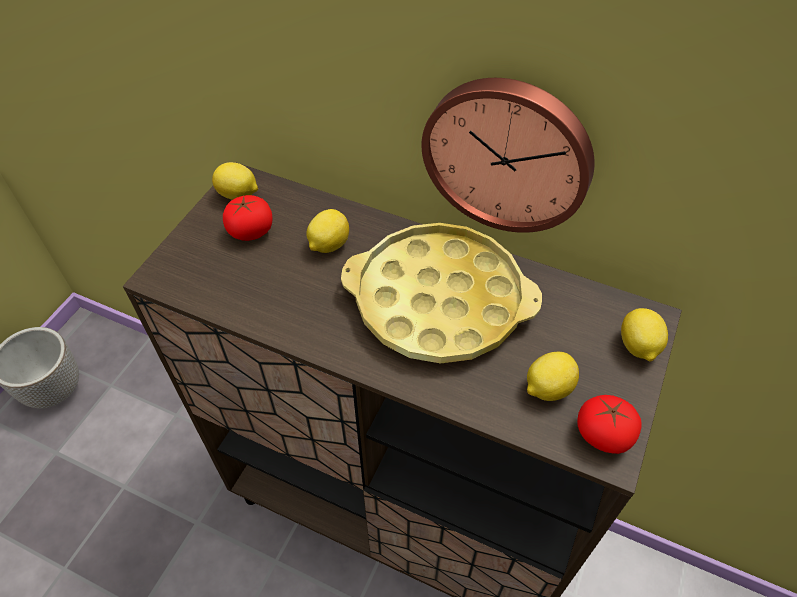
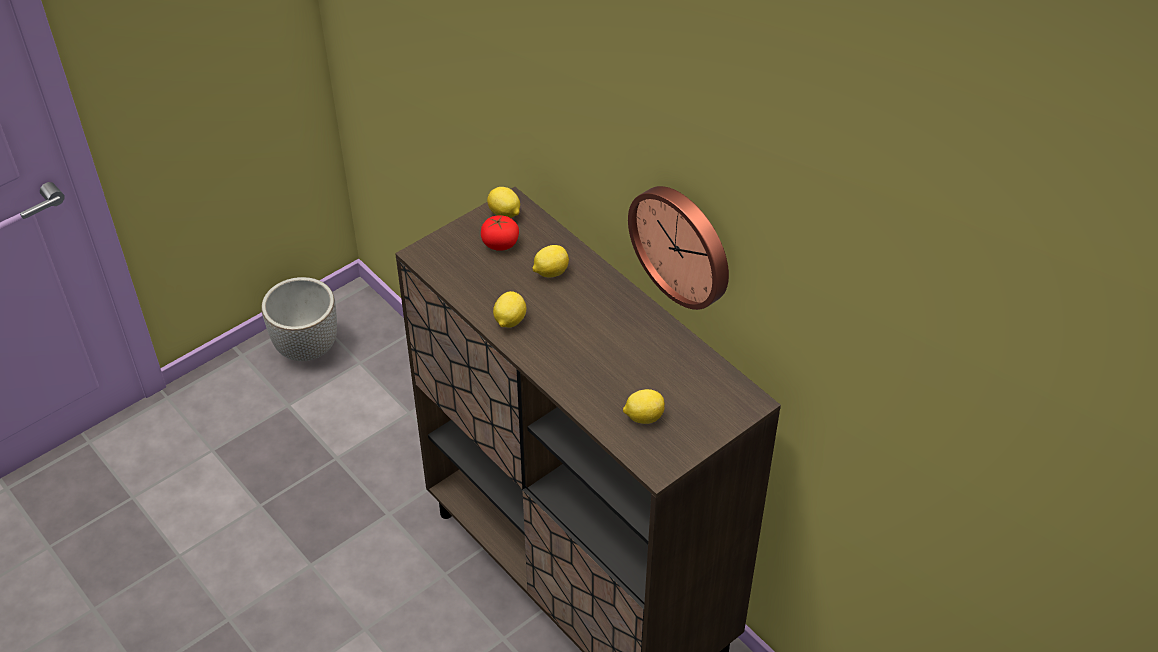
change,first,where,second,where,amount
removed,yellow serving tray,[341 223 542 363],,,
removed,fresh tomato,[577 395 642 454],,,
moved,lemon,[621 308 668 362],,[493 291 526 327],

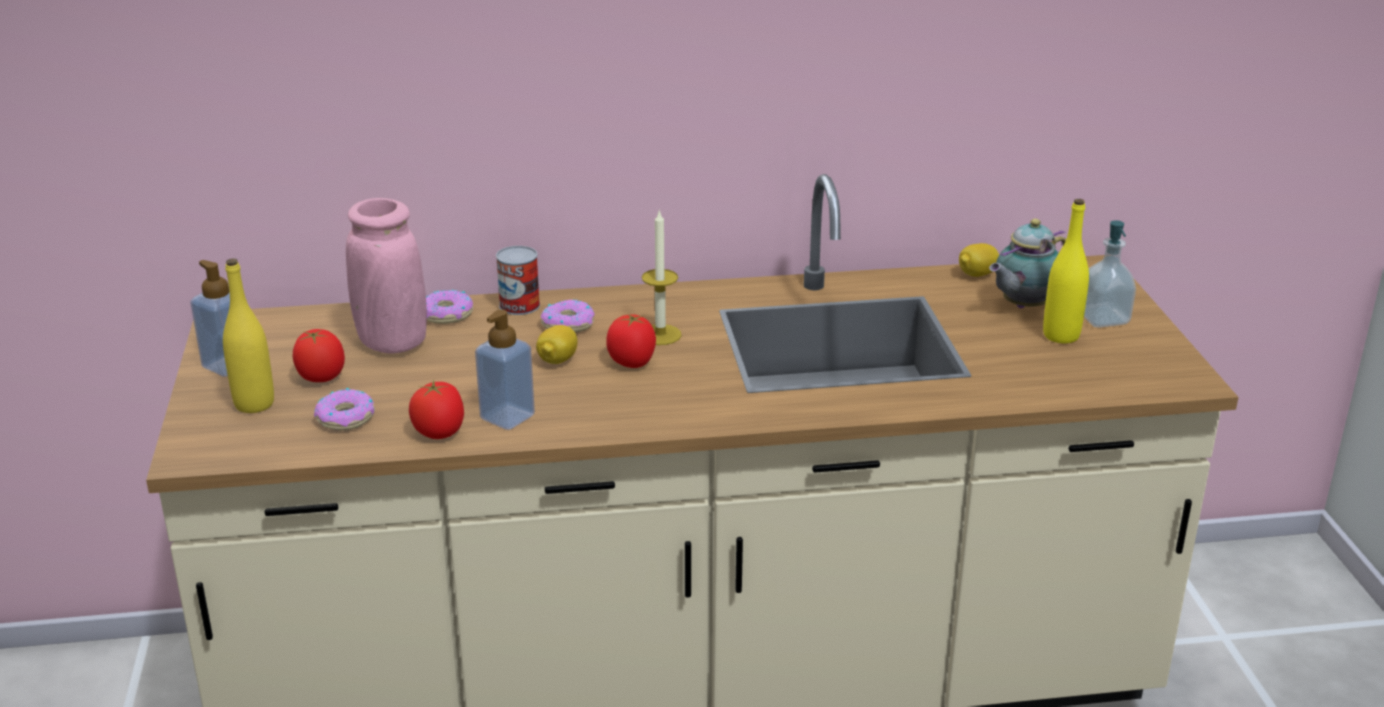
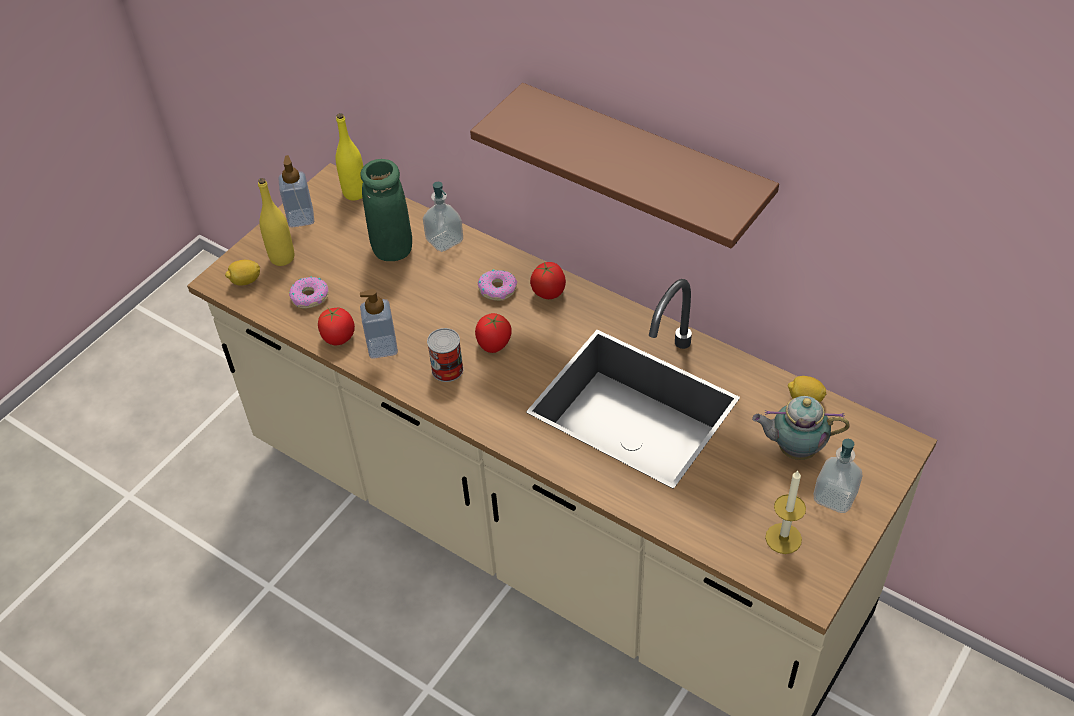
change,first,where,second,where,amount
moved,fresh tomato,[293 329 345 382],,[530 262 566 299],
recoloured,pink-coloured decorative vase,[346 198 427 353],greenish decorative vase,[360 159 412 261],
replaced,donut,[426 289 473 324],soap bottle,[423 182 463 252],
moved,can,[496 246 540 315],,[427 328 464 382],
moved,lemon,[536 325 578 364],,[225 260 260 286],
moved,candle,[642 209 682 345],,[765 471 806 554],
moved,yellow beverage bottle,[1043 199 1089 343],,[336 113 363 201],
added,,,brownish bracket shelf,[470 83 779 249],

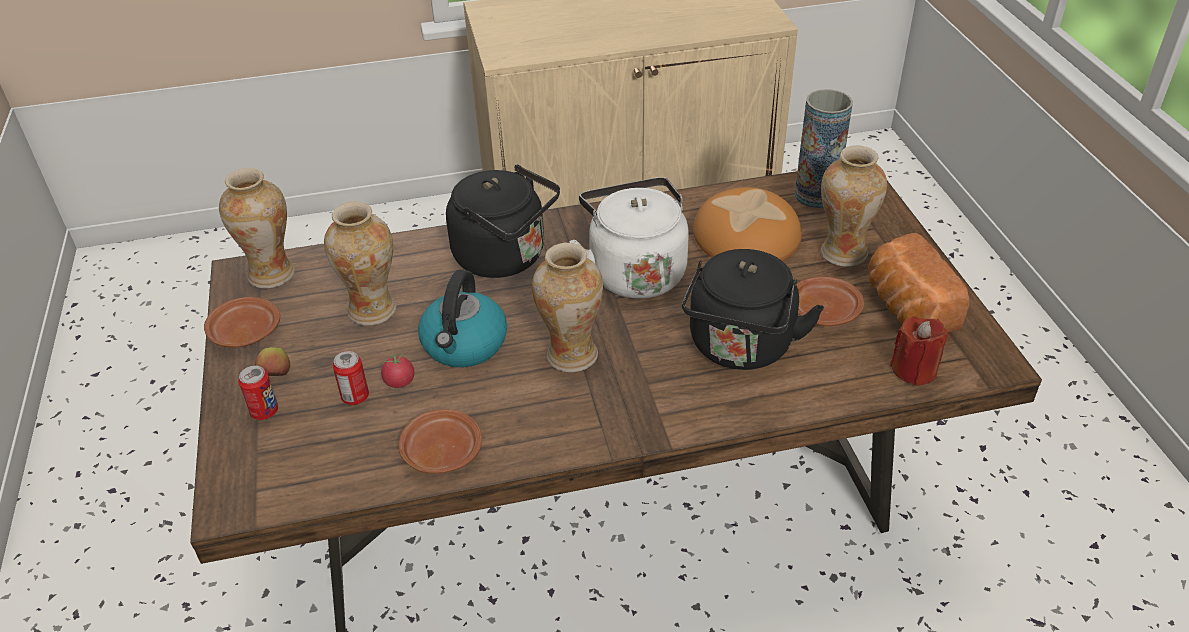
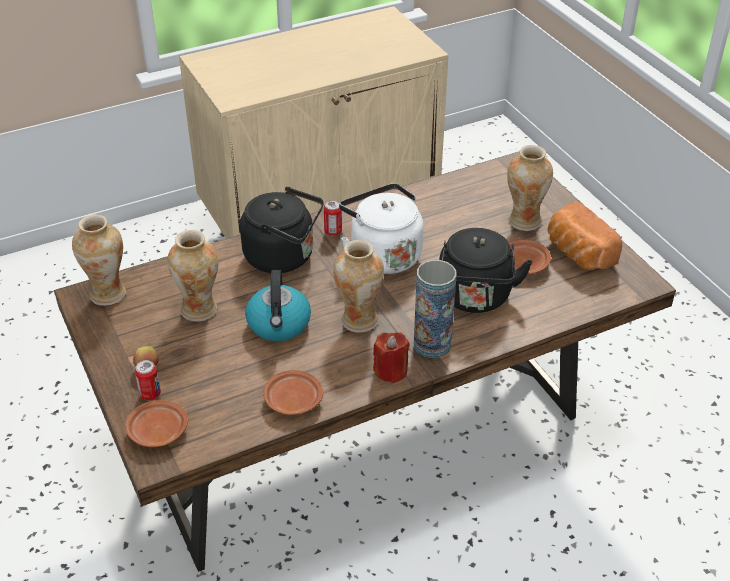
change,first,where,second,where,amount
moved,brownish plate,[204 297 280 348],,[125 400 188 447],
moved,can,[333 351 369 405],,[324 200 342 236],
removed,fresh tomato,[381 353 414 388],,,
removed,bakery bread,[693 187 802 261],,,
moved,decorative vase,[795 89 853 208],,[414 260 457 358],
moved,red-coloured candle,[890 316 949 386],,[373 332 410 383],

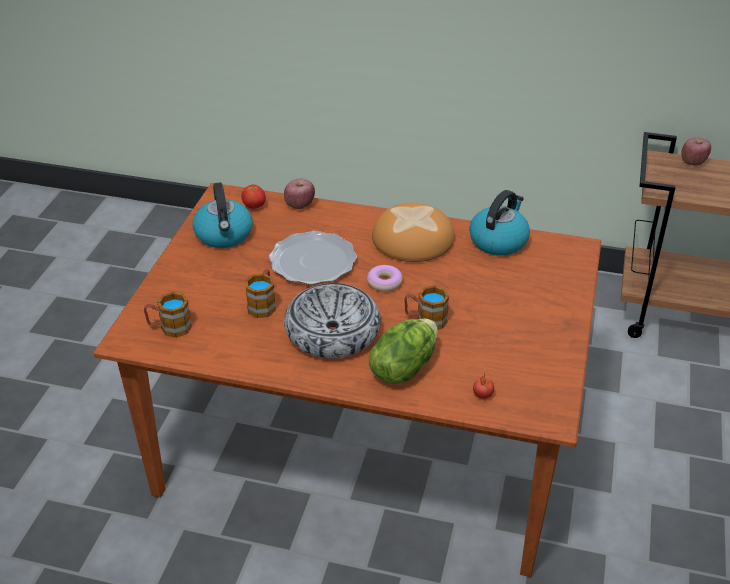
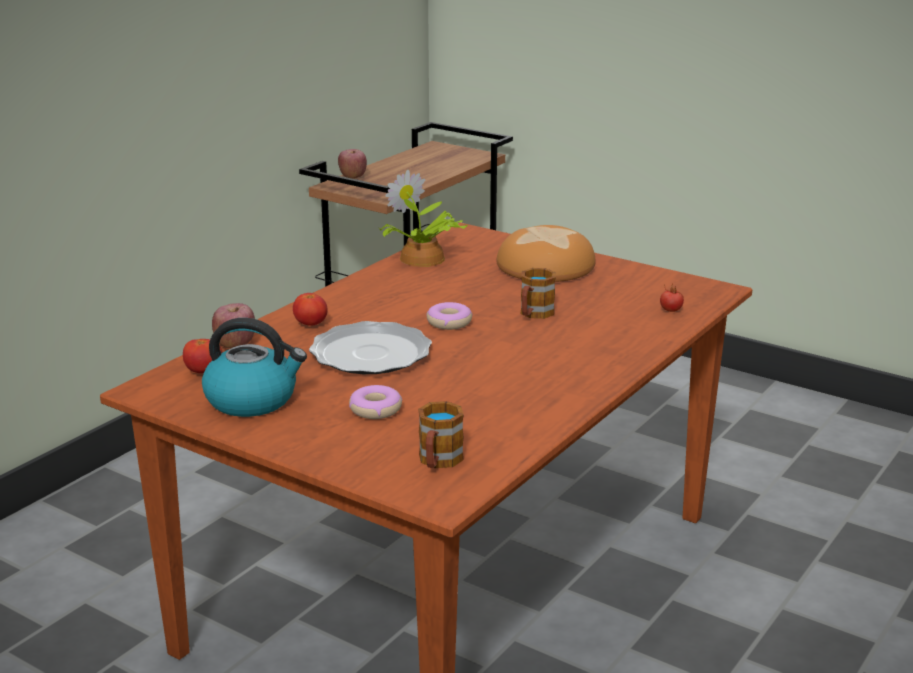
change,first,where,second,where,amount
removed,tea mug,[245 269 276 318],,,
removed,bowl,[284 283 381 358],,,
removed,lettuce head,[369 319 438 384],,,
moved,bakery bread,[372 203 455 262],,[496 225 596 282],
replaced,tea kettle,[469 190 530 256],houseplant,[379 170 467 267],
added,,,fresh tomato,[293 293 328 326],
added,,,donut,[349 385 402 419],

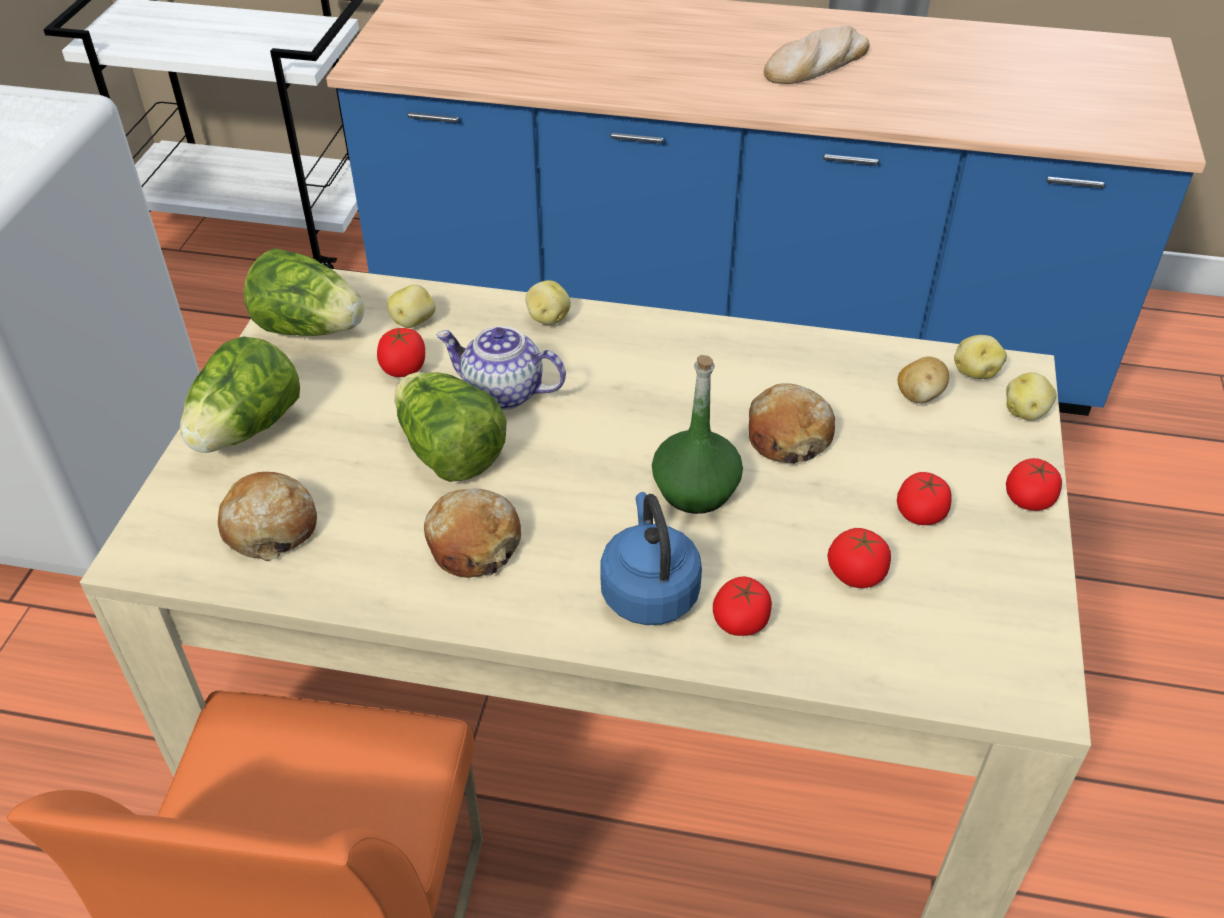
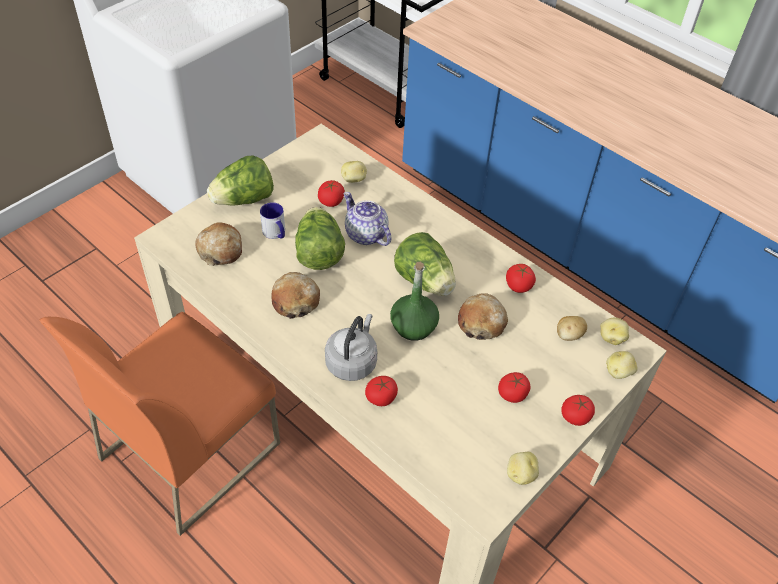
change,first,where,second,where,amount
moved,lettuce head,[244 248 365 336],,[394 232 456 296],
moved,spud,[525 280 571 325],,[507 452 539 485],
recoloured,bluish tea kettle,[600 492 702 625],greyish tea kettle,[325 314 377 381],
removed,bakery bread,[764 25 870 84],,,
moved,fresh tomato,[827 528 891 588],,[506 264 536 293],
added,,,tea mug,[260 202 285 239],

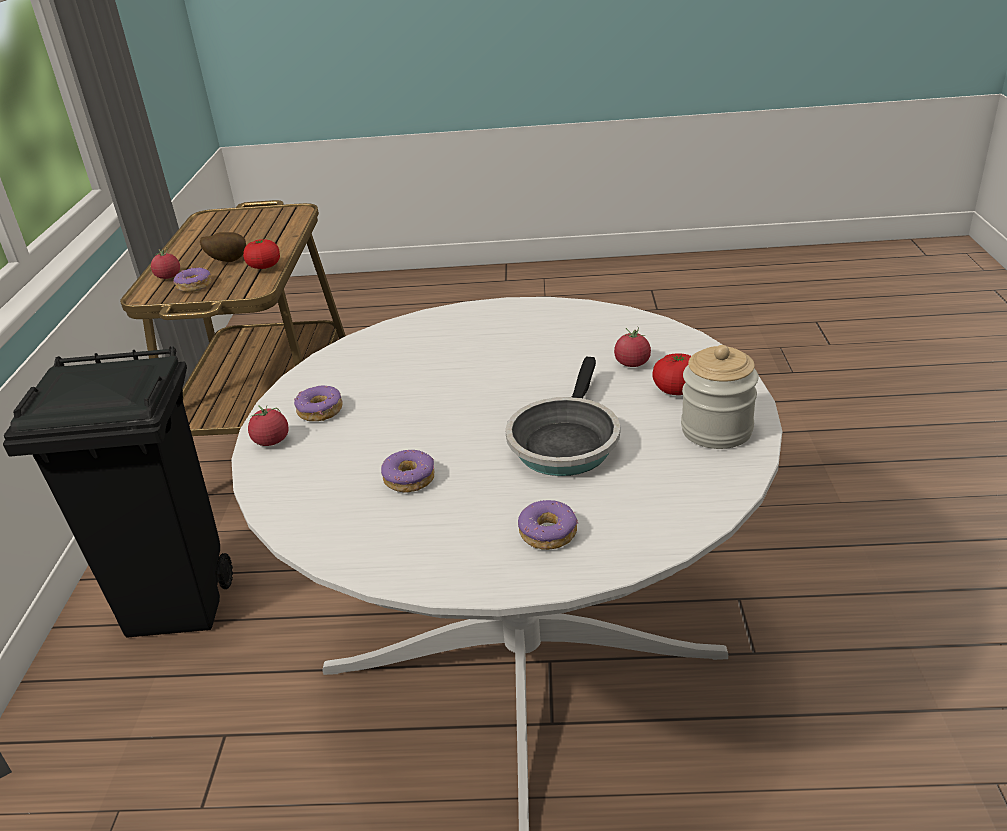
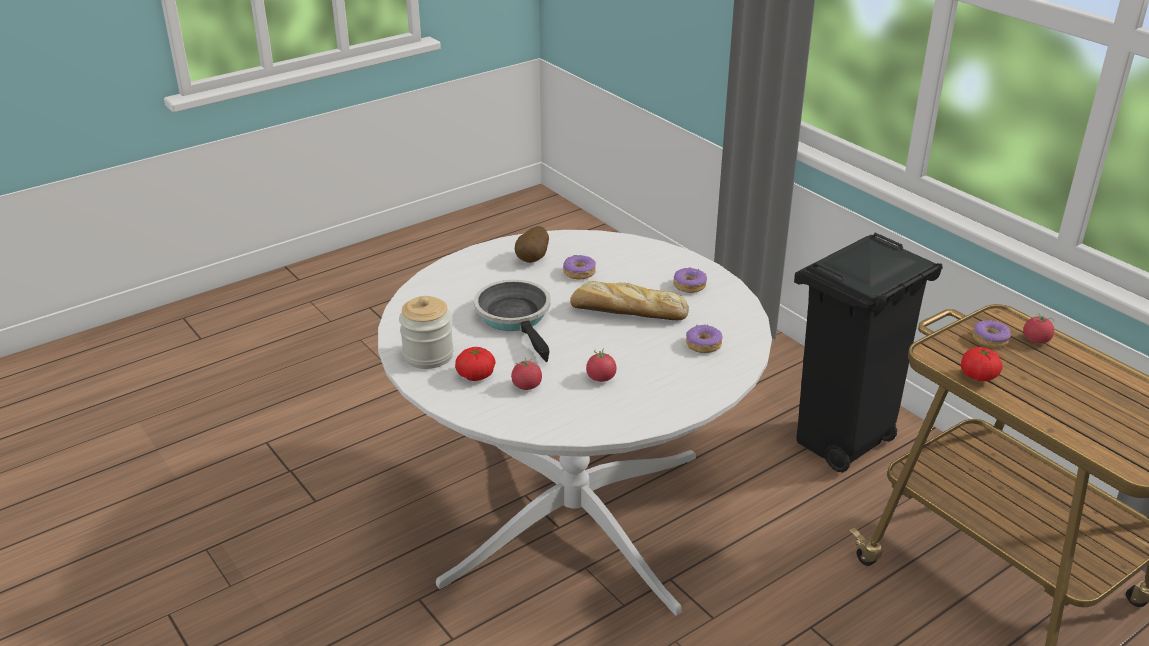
change,first,where,second,where,amount
moved,spud,[200 232 246 262],,[515 226 549 263],
moved,fresh tomato,[248 406 289 446],,[586 348 617 382],
moved,donut,[518 500 578 550],,[686 325 723 353],
added,,,bakery bread,[570 281 689 320],

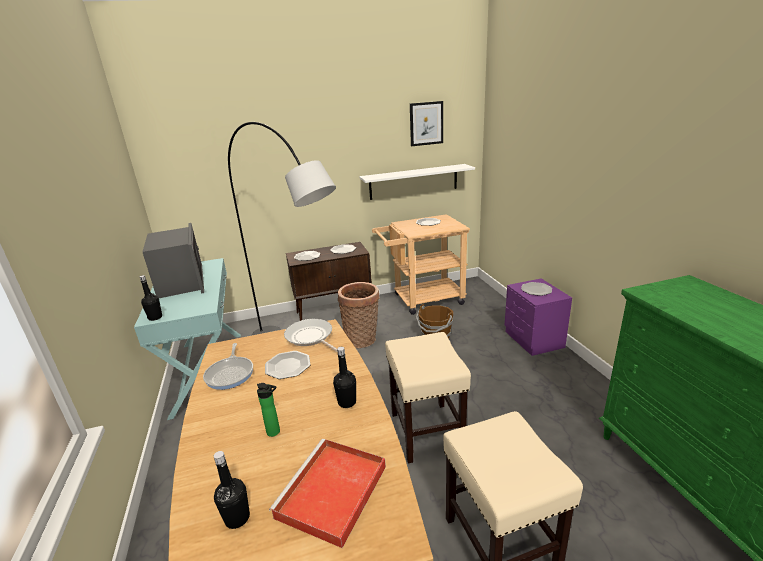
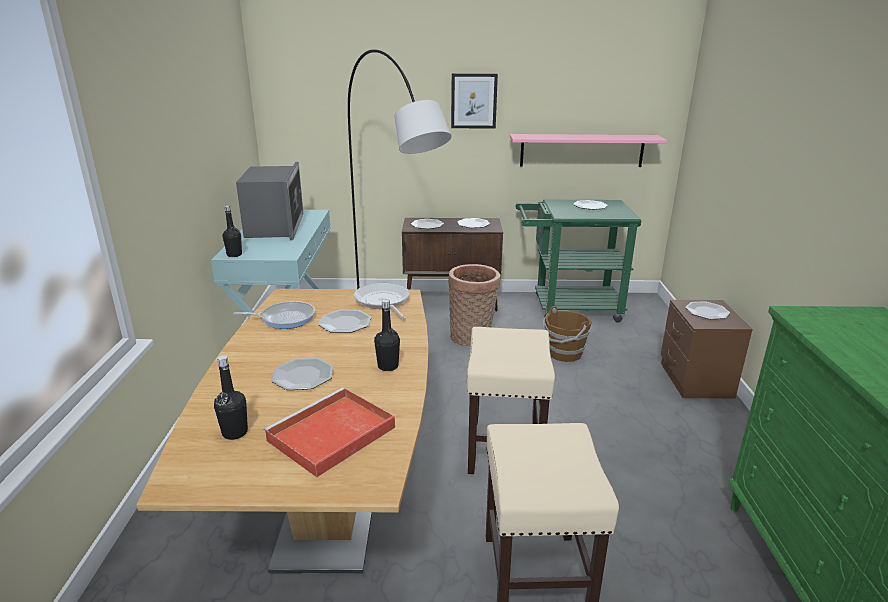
change,first,where,second,where,amount
turned,pan,[203 343 253 390],,[233 301 315 329],105 degrees counterclockwise
replaced,beverage bottle,[257 383 280 437],plate,[271 358 333 390],
recoloured,white-coloured bracket shelf,[359 164 475 200],pink-coloured bracket shelf,[510 134 667 167],
recoloured,beige-coloured trolley,[372 214 470 315],greenish trolley,[516 199 642 323],
moved,wall picture,[410 101 443 146],,[451 73 498 129],
recoloured,purplish nightstand,[505 278 572 356],brownish nightstand,[661 300 753 399],

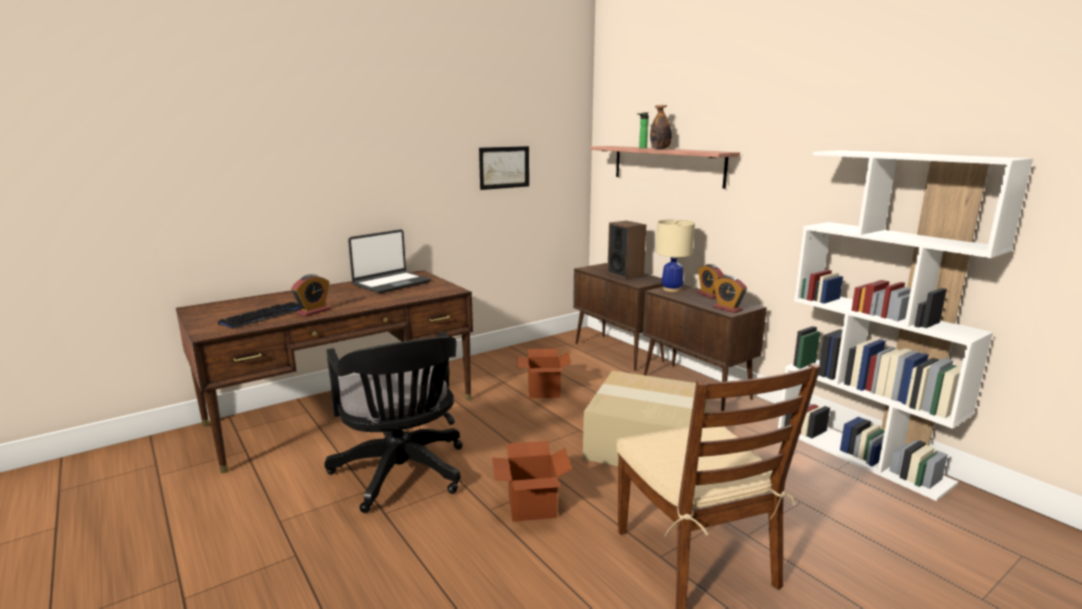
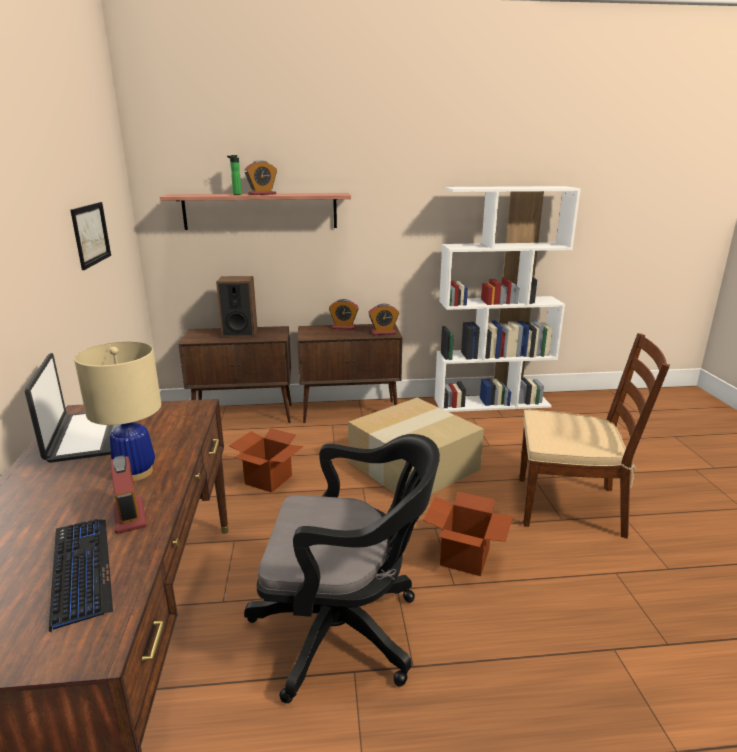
change,first,where,second,where,amount
replaced,beverage bottle,[650 105 672 149],alarm clock,[244 160 277 195],
moved,beige-coloured tabletop lamp,[656 219 695 292],,[74 342 161 481],

